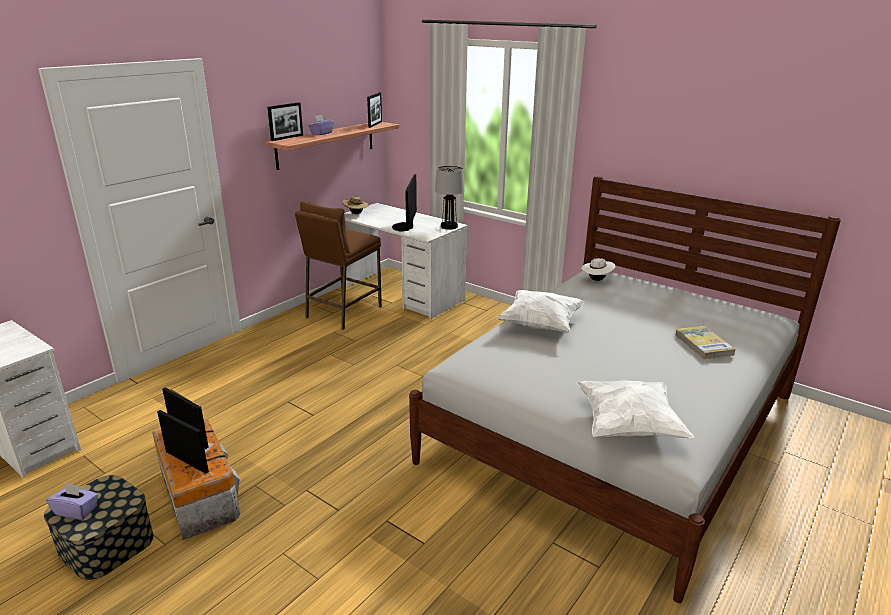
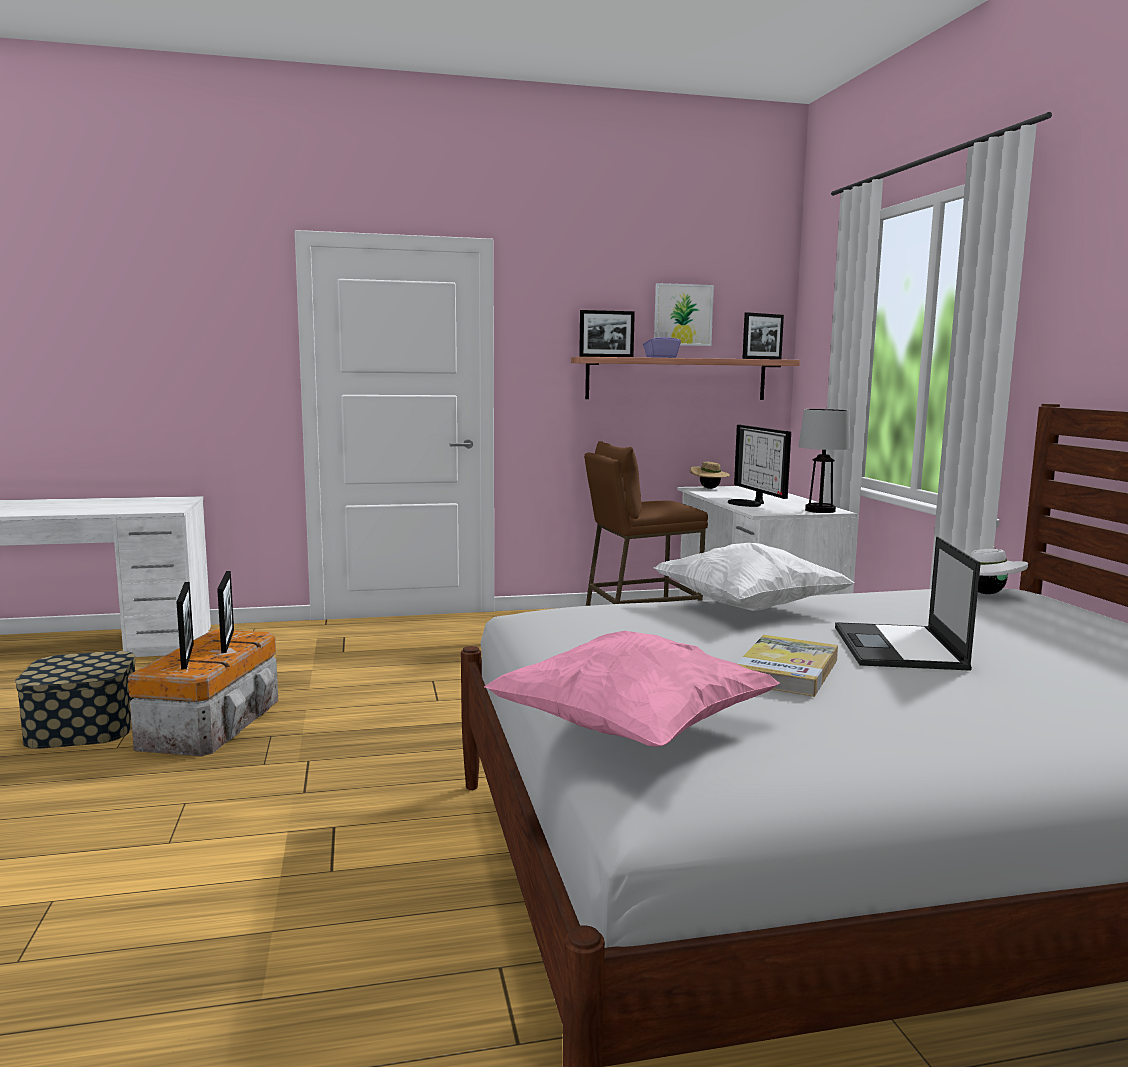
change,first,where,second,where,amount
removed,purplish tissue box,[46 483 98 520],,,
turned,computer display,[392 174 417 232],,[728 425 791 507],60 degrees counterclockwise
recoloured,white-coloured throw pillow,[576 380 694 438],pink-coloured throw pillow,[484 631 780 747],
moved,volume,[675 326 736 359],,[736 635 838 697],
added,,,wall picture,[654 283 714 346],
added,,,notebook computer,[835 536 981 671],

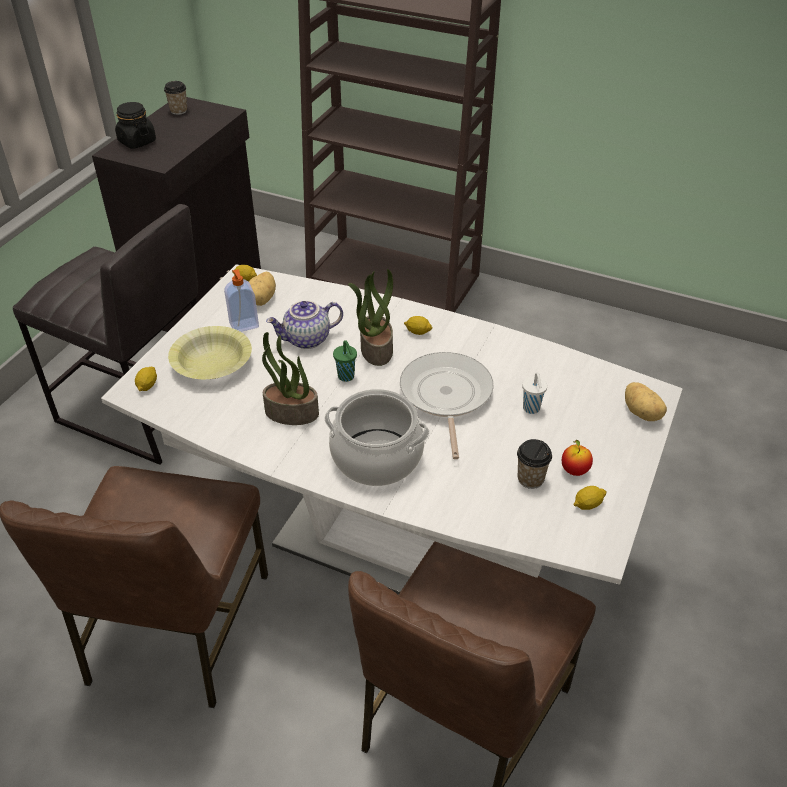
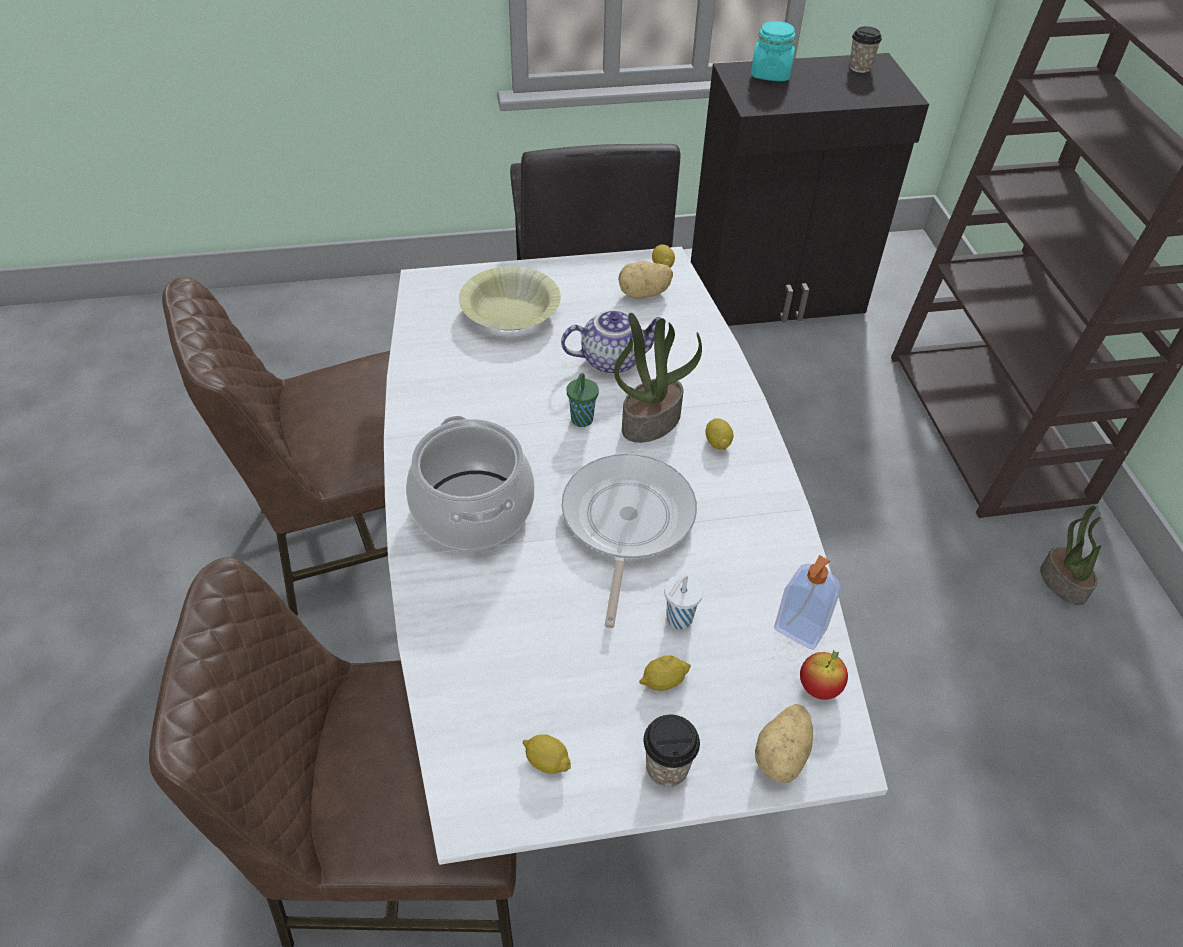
change,first,where,second,where,amount
recoloured,black-coloured preserve jar,[115 102 156 148],blue-green preserve jar,[751 21 796 81],
moved,lemon,[135 367 157 391],,[639 656 691 691],
moved,soap bottle,[224 269 259 332],,[774 555 841 650],
moved,houseplant,[262 332 319 425],,[1040 506 1101 605],
turned,pot for tea,[266 300 343 349],,[561 310 666 374],135 degrees clockwise
turned,pan,[400 352 494 459],,[561 454 697 628],45 degrees counterclockwise
moved,cup,[517 439 552 489],,[644 715 700 787],
moved,whole apple,[562 440 593 476],,[800 650 848 700],

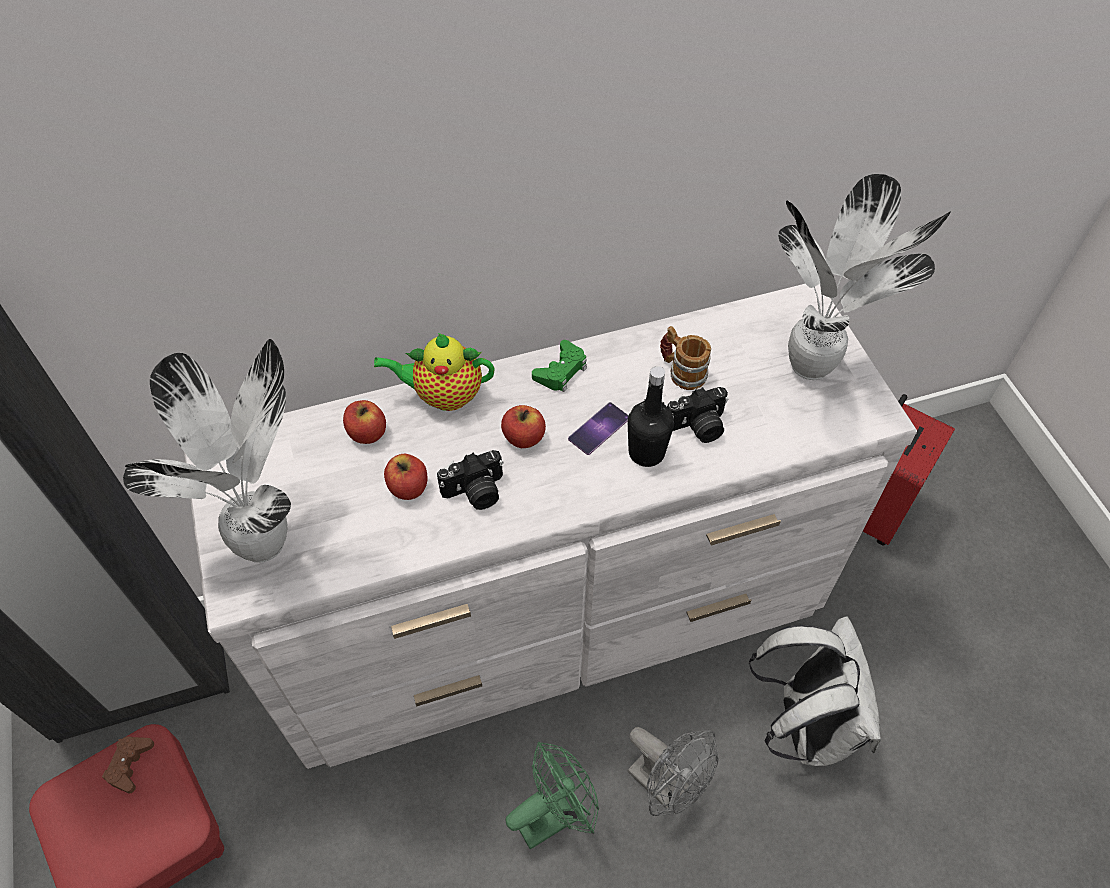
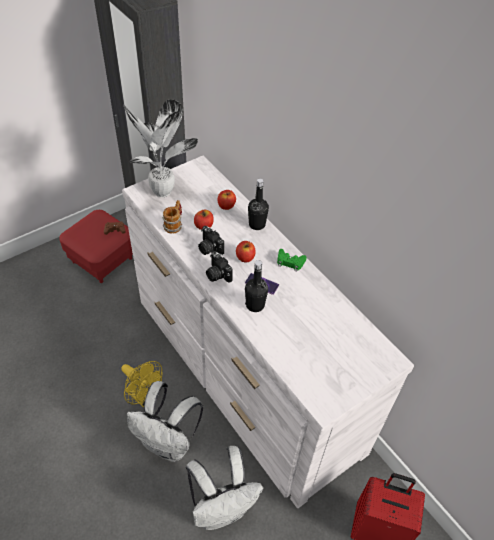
change,first,where,second,where,amount
replaced,pot for tea,[374 333 494 411],black-coloured beverage bottle,[248 179 269 230],
recoloured,greenish fan,[506 742 599 850],yellow fan,[121 361 162 407],
replaced,greyish fan,[628 727 719 816],white-coloured backpack,[127 381 203 462],
moved,tea mug,[660 326 711 390],,[162 200 182 234],
moved,still camera,[667 387 728 443],,[206 251 233 283],
removed,houseplant,[778 174 951 380],,,

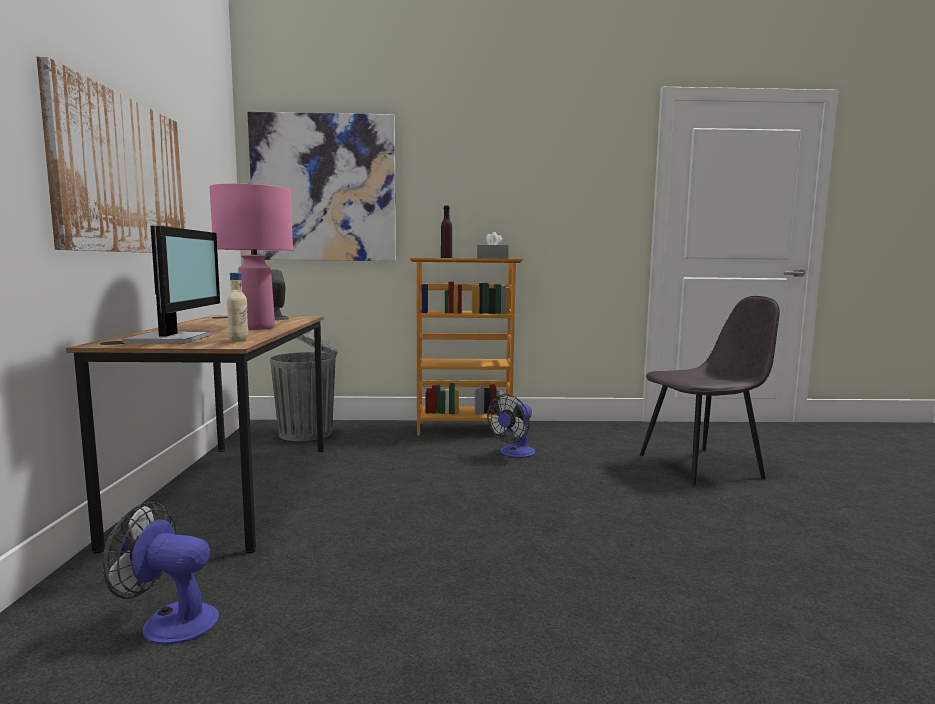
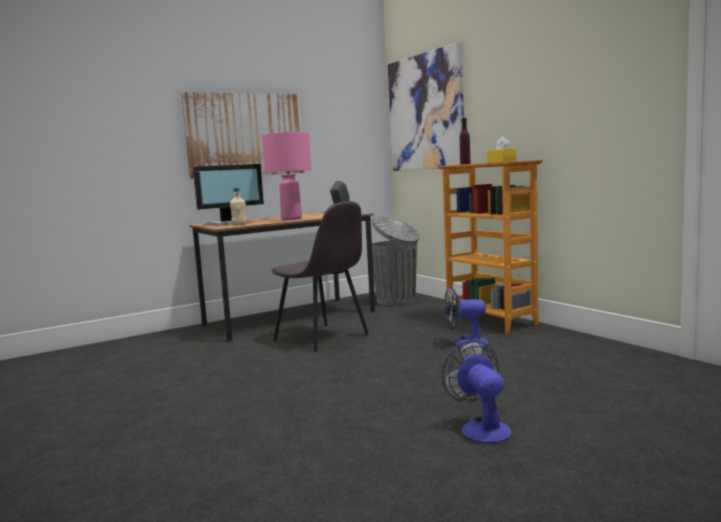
change,first,where,second,where,amount
moved,fan,[102 502 219 644],,[442 340 511 443],
recoloured,greyish tissue box,[477 232 510 259],yellow tissue box,[487 137 517 163],
moved,greyish upright chair,[640 296 780 485],,[272 201 369 352],

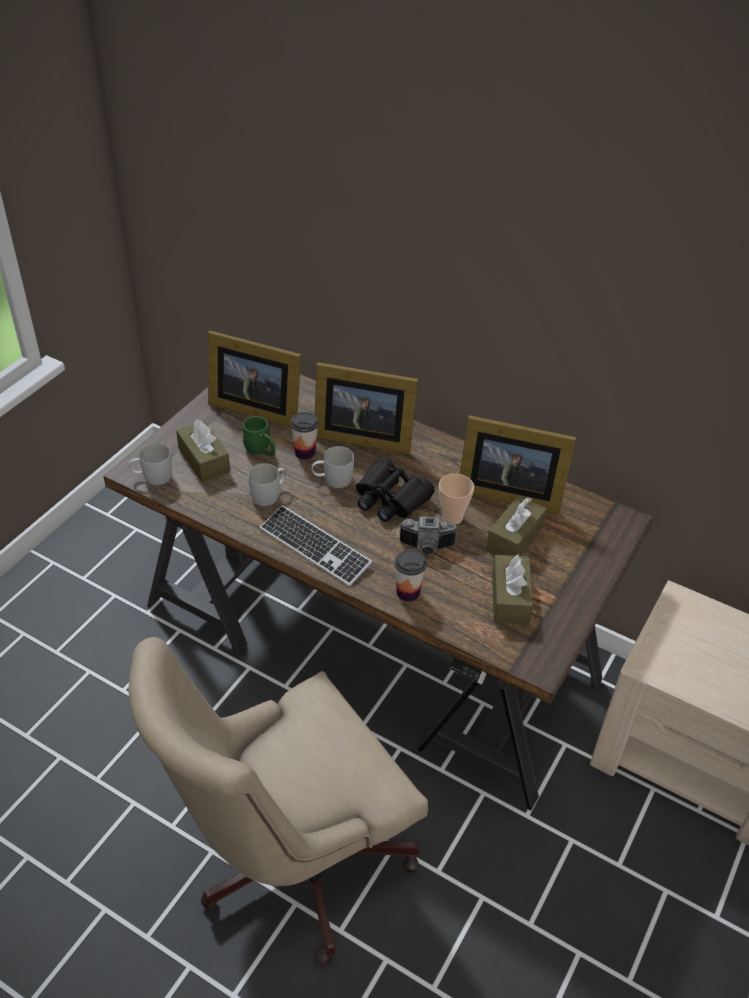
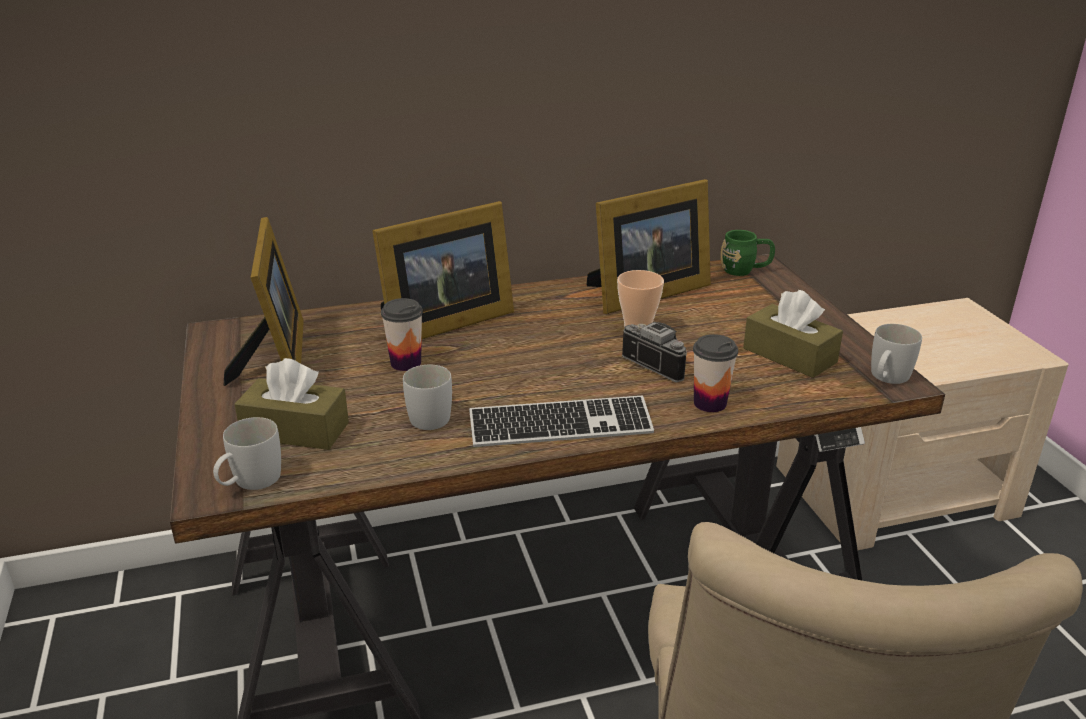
change,first,where,second,where,amount
turned,picture frame,[208 331 301 428],,[224 217 304 386],75 degrees counterclockwise
moved,greenish tea mug,[241 416 275 456],,[721 230 775 276],
moved,white-coloured tea mug,[311 446 354 488],,[871 324 922 384],
removed,black-coloured field glasses,[356 457 435 522],,,
turned,still camera,[399 516 459 555],,[622 322 687 382],90 degrees counterclockwise
removed,brownish tissue box,[486 495 547 556],,,

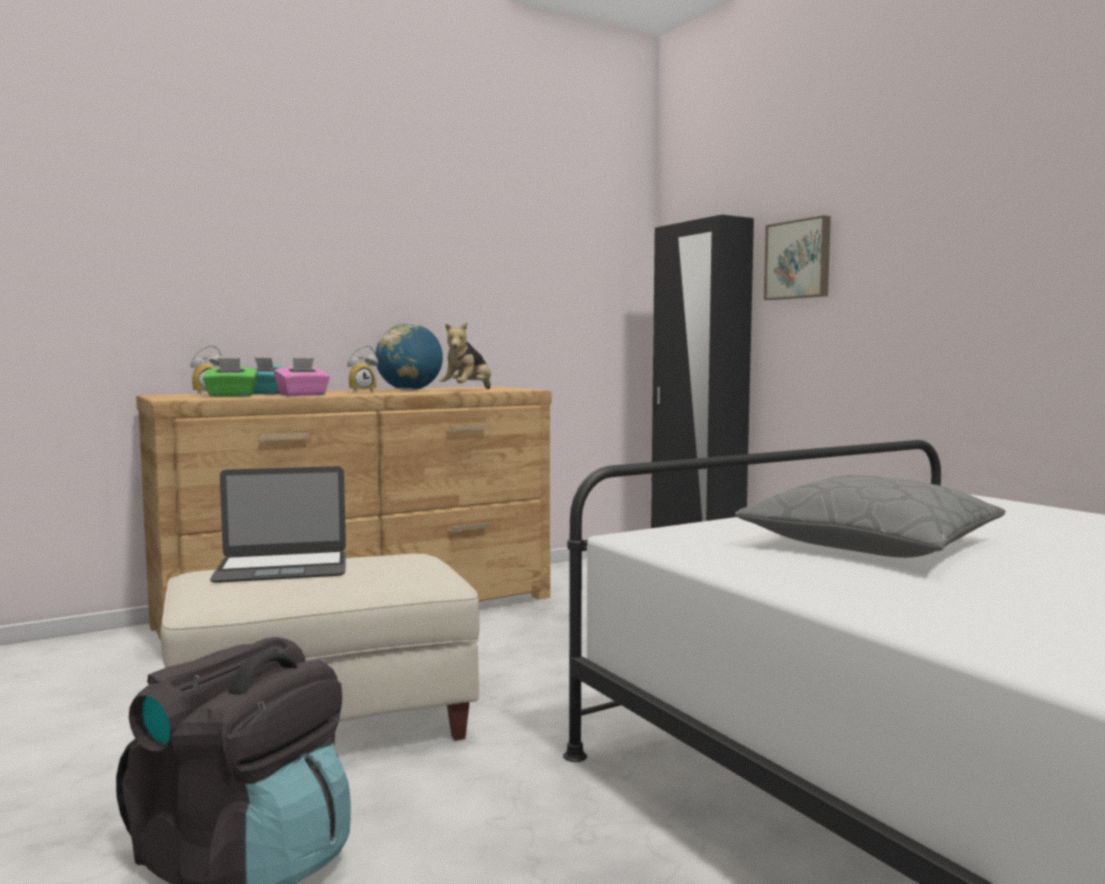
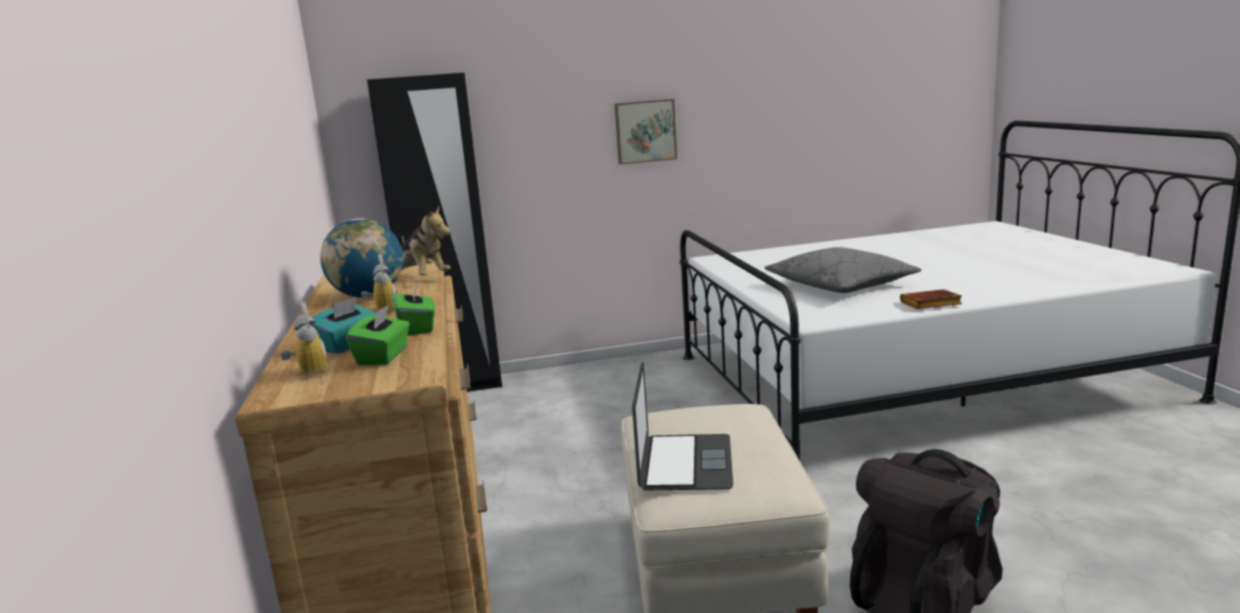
change,first,where,second,where,amount
recoloured,pink-coloured tissue box,[274 358 330 396],greenish tissue box,[392 282 435 336],
moved,wall picture,[764 215 831 300],,[614 99 677 165],
added,,,brownish volume,[900 289 962 309],

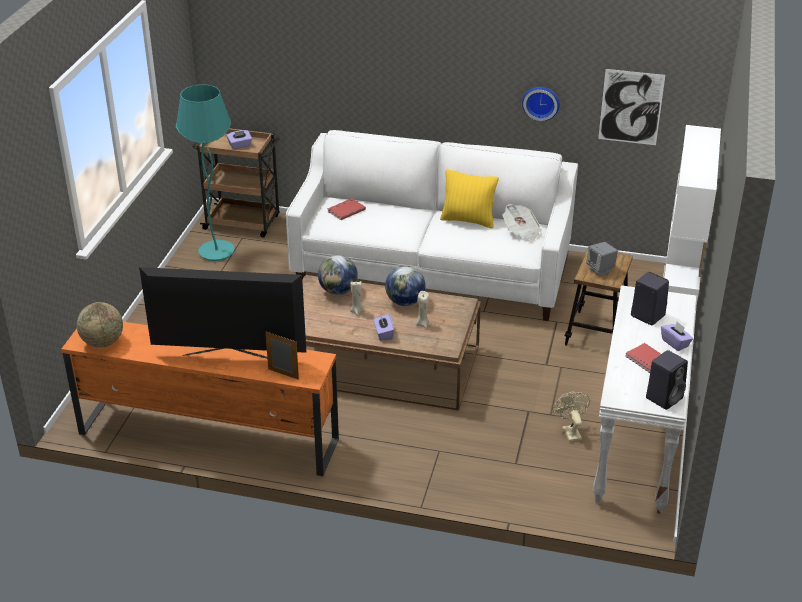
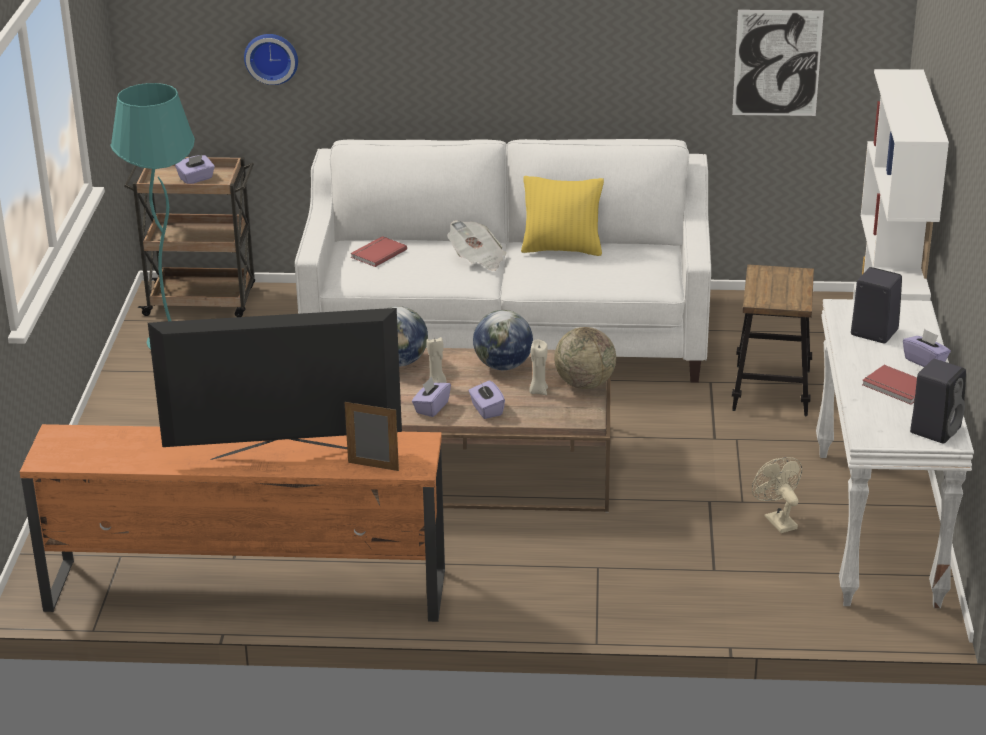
change,first,where,second,where,amount
moved,desk globe,[77 302 123 348],,[554 327 616 389],
moved,newspaper,[502 204 542 242],,[447 220 506 271],
moved,hanging clock,[522 87 560 121],,[244 34 298 85],
removed,greyish audio speaker,[586 242 618 276],,,
added,,,purplish tissue box,[412 377 451 417],

